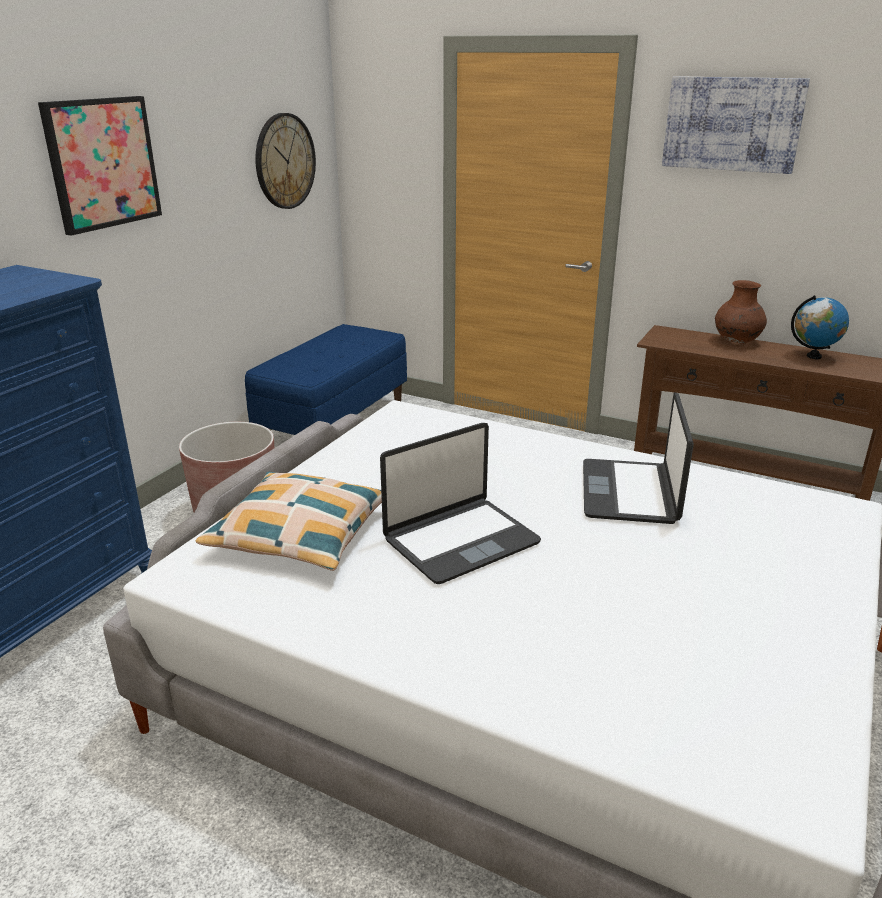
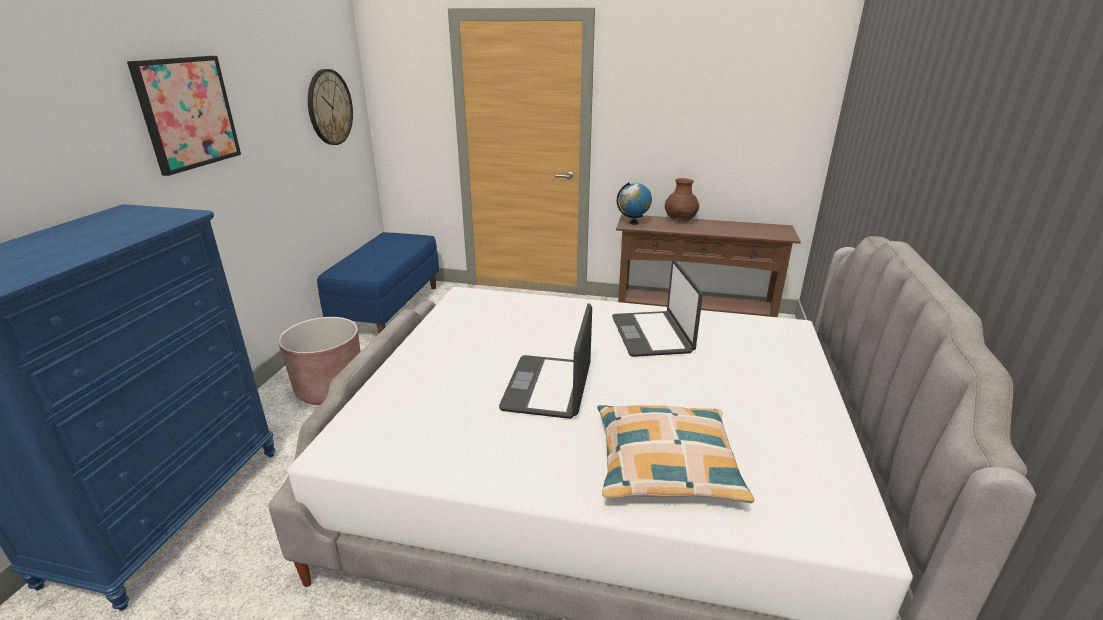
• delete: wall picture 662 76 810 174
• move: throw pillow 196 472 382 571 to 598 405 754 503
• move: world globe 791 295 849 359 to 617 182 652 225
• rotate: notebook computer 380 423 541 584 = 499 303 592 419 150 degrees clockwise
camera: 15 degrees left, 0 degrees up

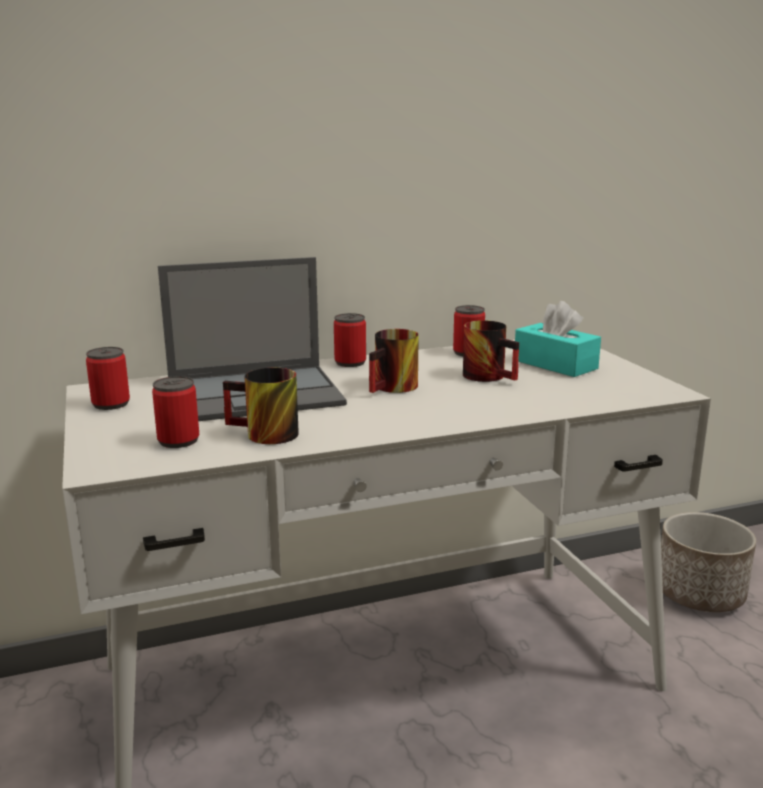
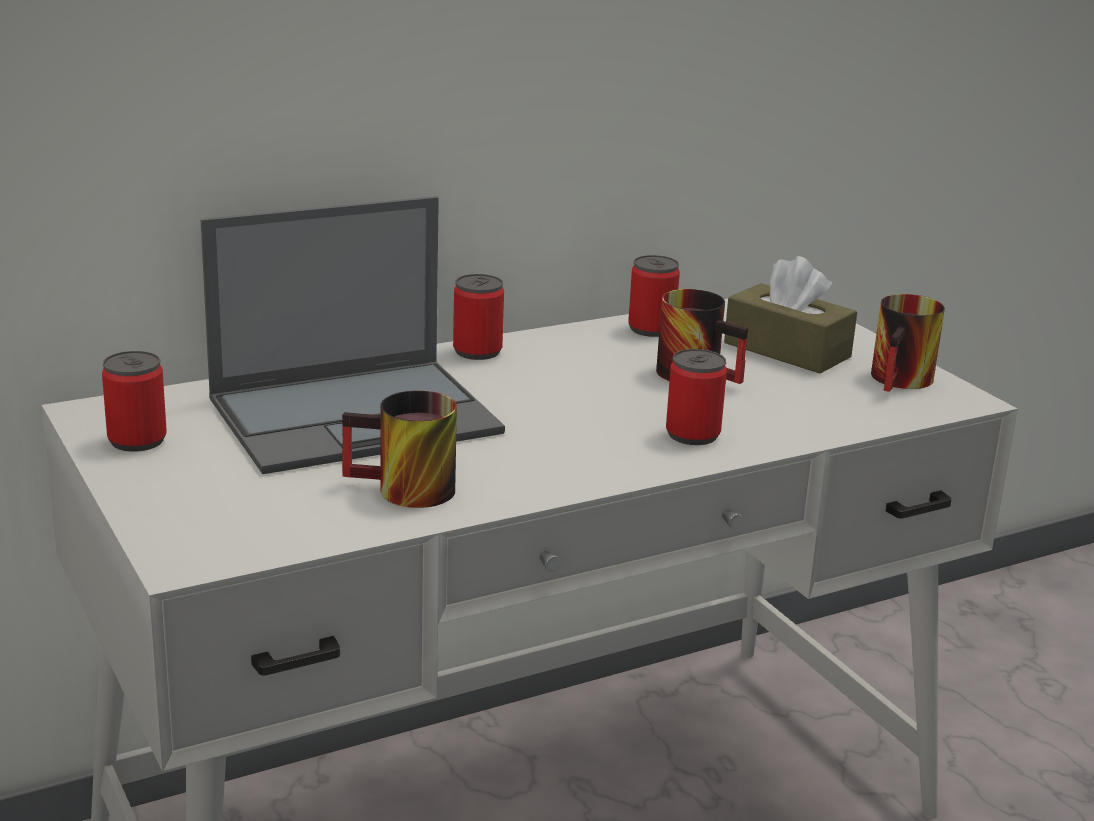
• delete: planter 661 512 756 612
• move: metal can 152 376 199 448 to 666 349 727 445
• move: coffee mug 369 329 419 393 to 871 294 945 392
• recolor: turquoise tissue holder 515 301 601 377 to brown tissue holder 724 256 857 373
camera: 10 degrees left, 5 degrees up

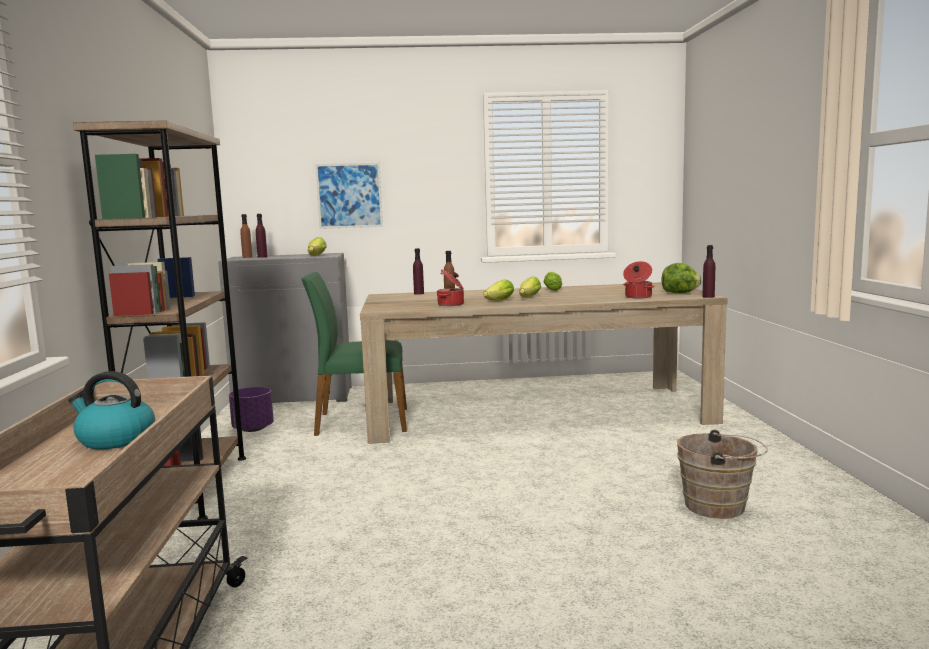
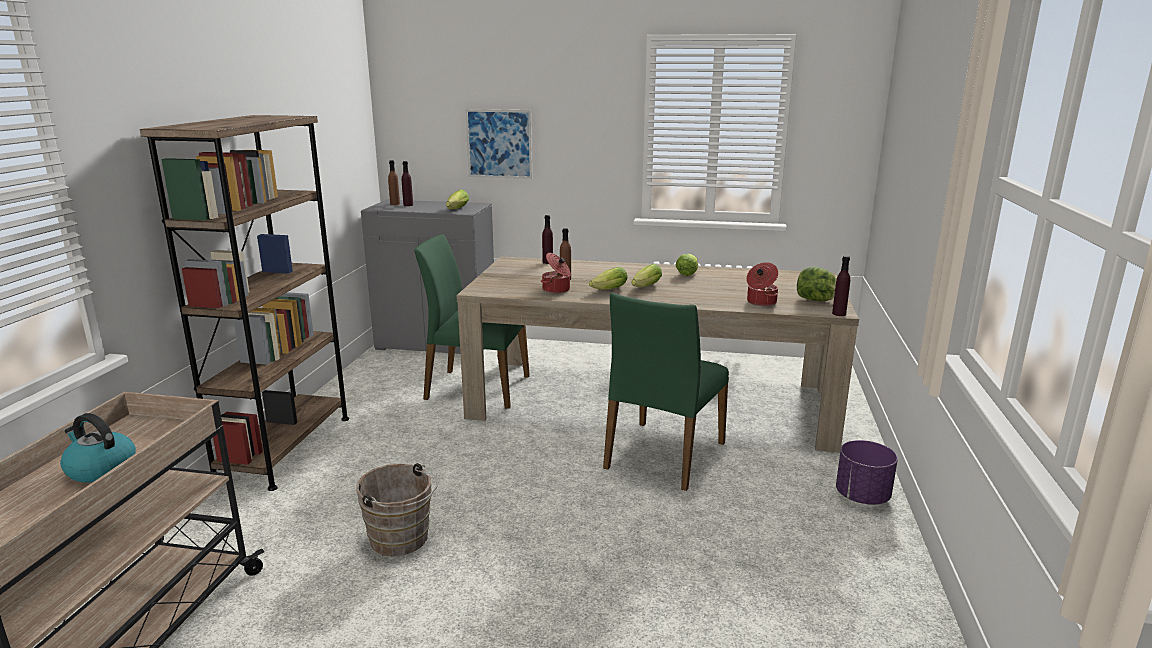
• insert: green upright chair 603 292 729 491
• move: purple planter 229 387 274 432 to 836 440 898 505
• move: brown water bucket 677 430 768 519 to 356 463 438 556
camera: 15 degrees right, 10 degrees up

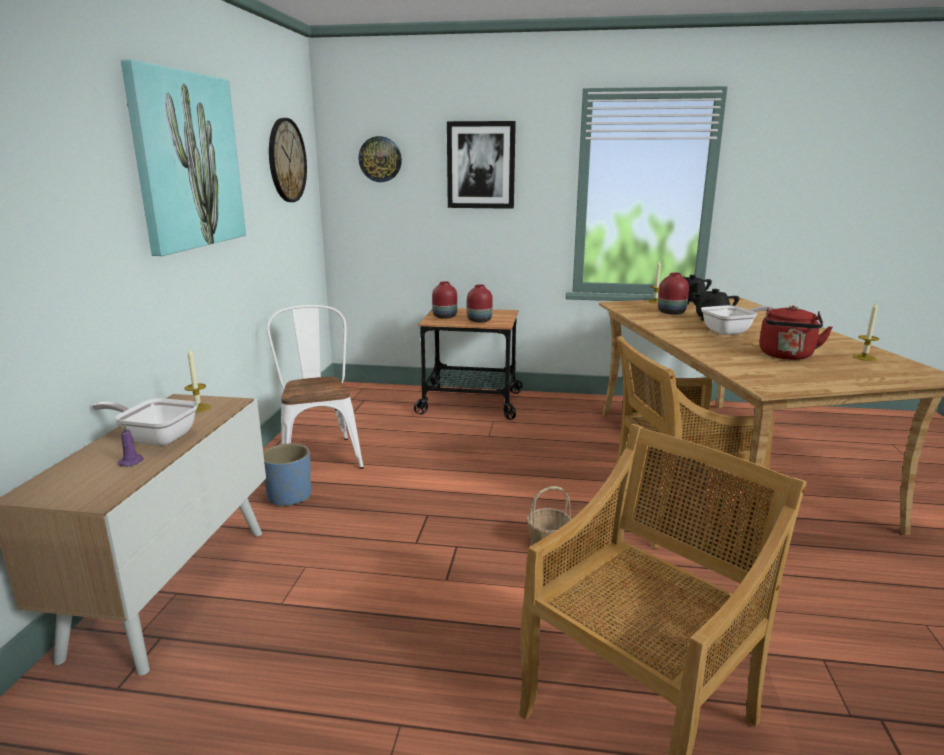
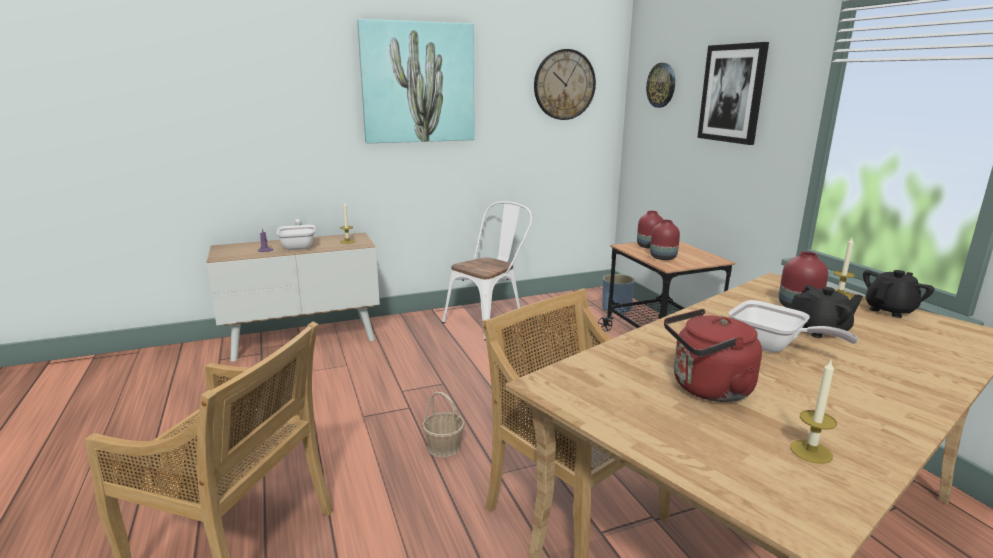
• move: blue-coloured planter 263 443 311 507 to 602 274 635 314
camera: 60 degrees right, 0 degrees up

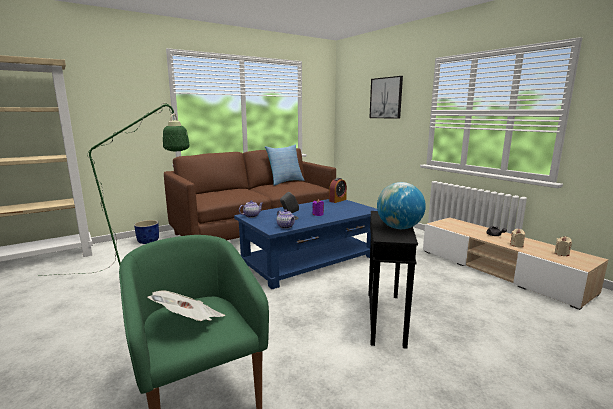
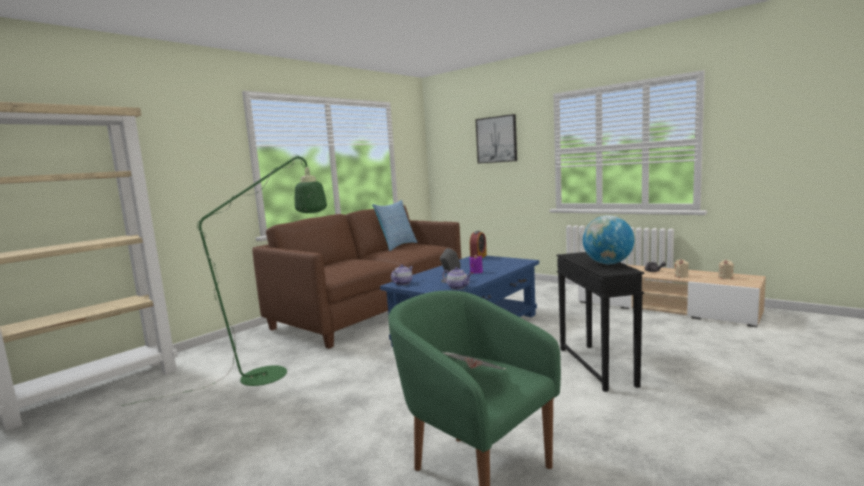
• delete: blue-coloured planter 134 220 159 244
camera: 15 degrees left, 5 degrees down

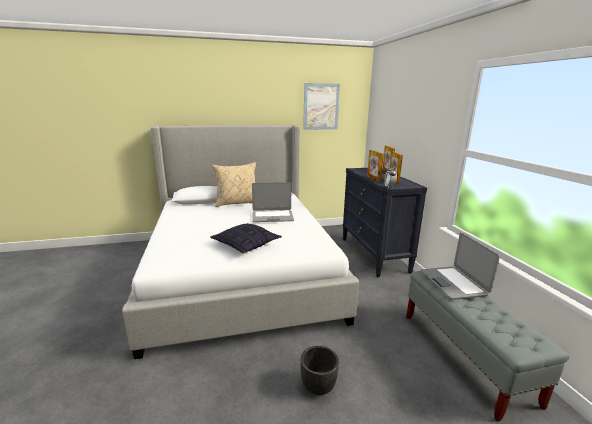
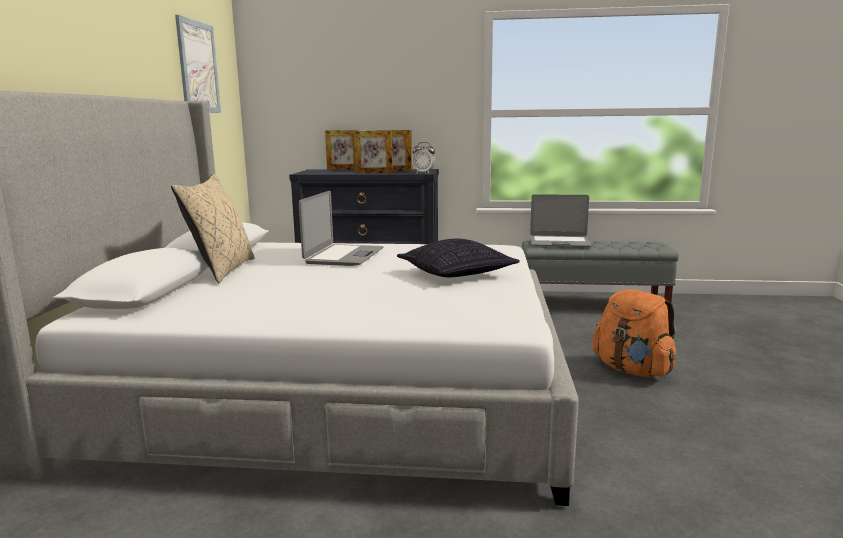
• replace: black-coloured planter 300 346 339 395 to orangey knapsack 592 289 676 377
camera: 70 degrees left, 5 degrees down

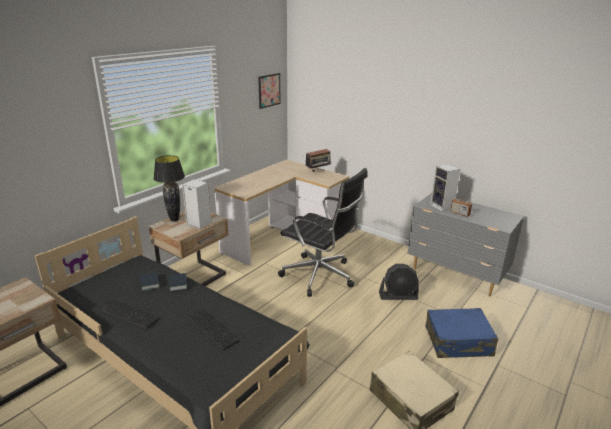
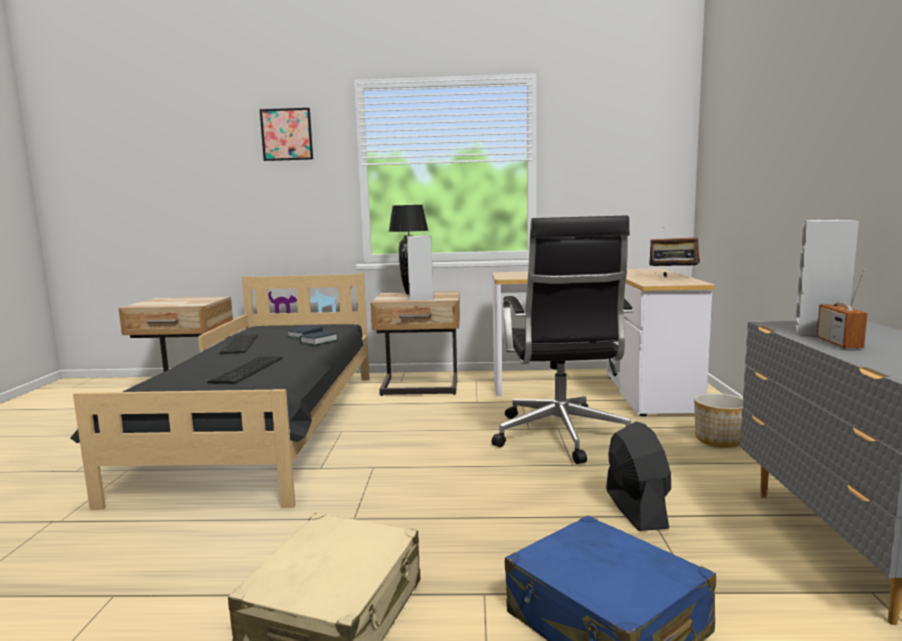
• insert: planter 694 393 743 448
• move: wall picture 258 73 281 109 to 260 108 313 161
• rotate: black-coloured cooling fan 379 264 419 300 = 606 421 671 531 150 degrees counterclockwise
camera: 55 degrees right, 15 degrees down

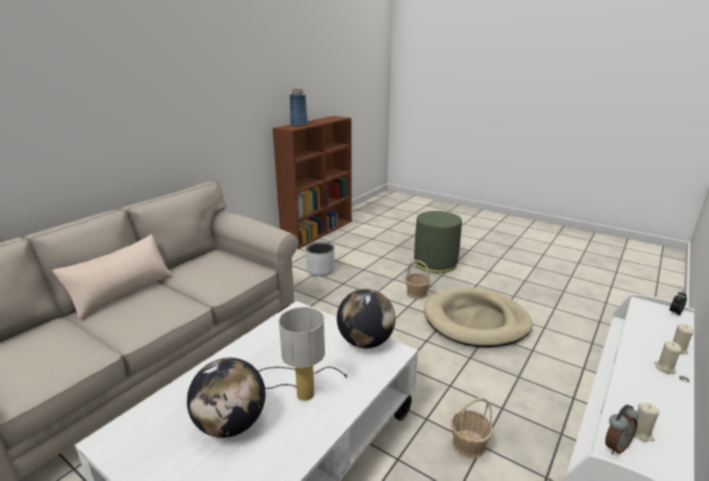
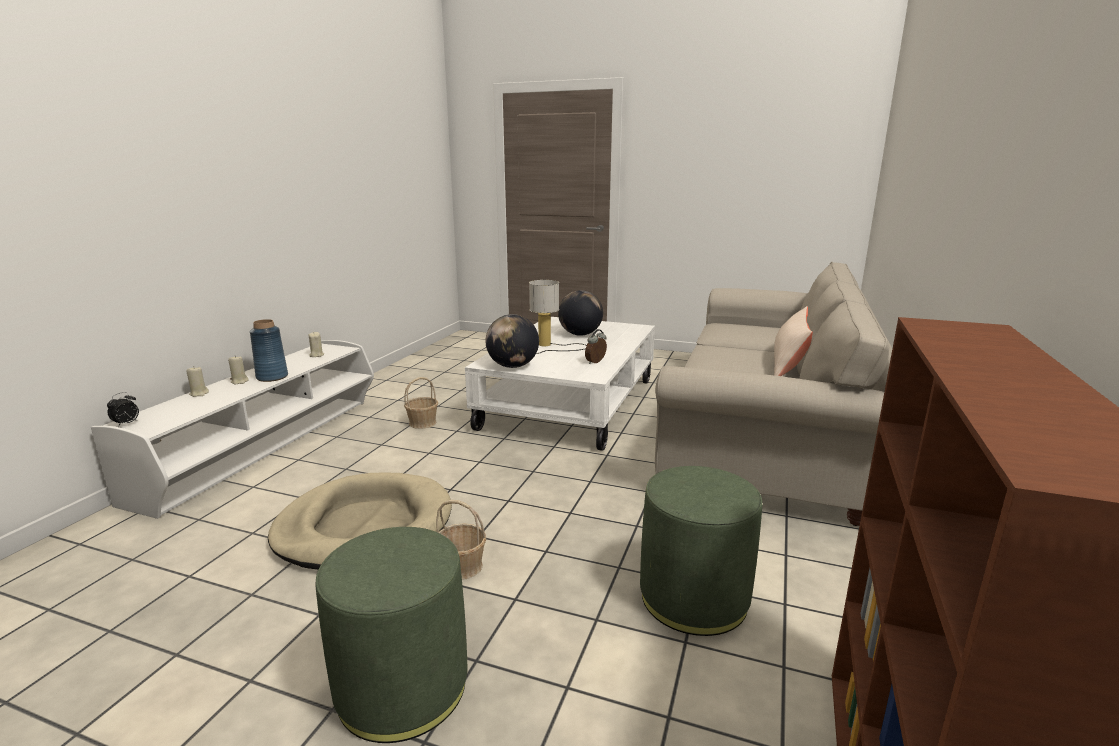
• move: blue-coloured flower vase 290 89 308 126 to 250 319 288 382
• move: bedside clock 605 405 639 454 to 585 329 607 364
• replace: grey planter 306 242 335 276 to green footrest 640 466 762 636
camera: 165 degrees right, 5 degrees down

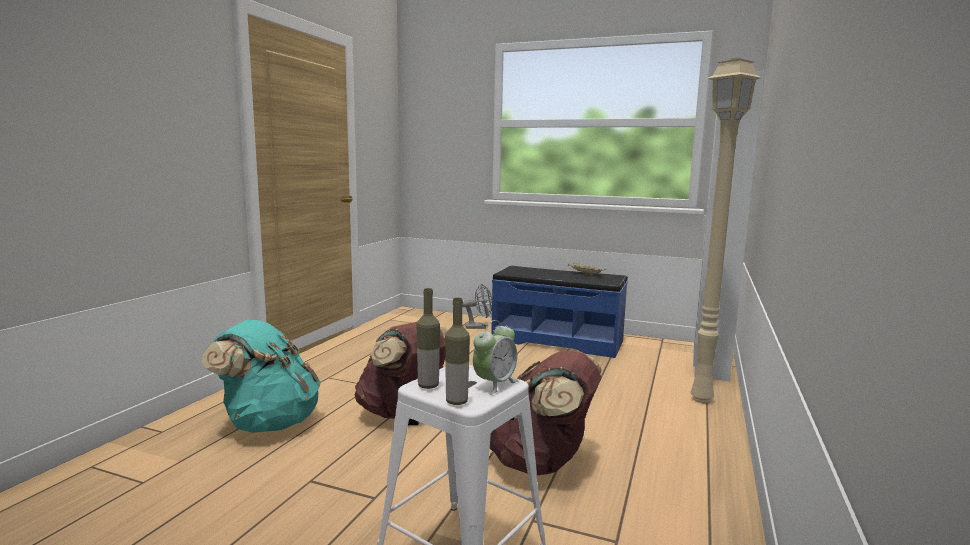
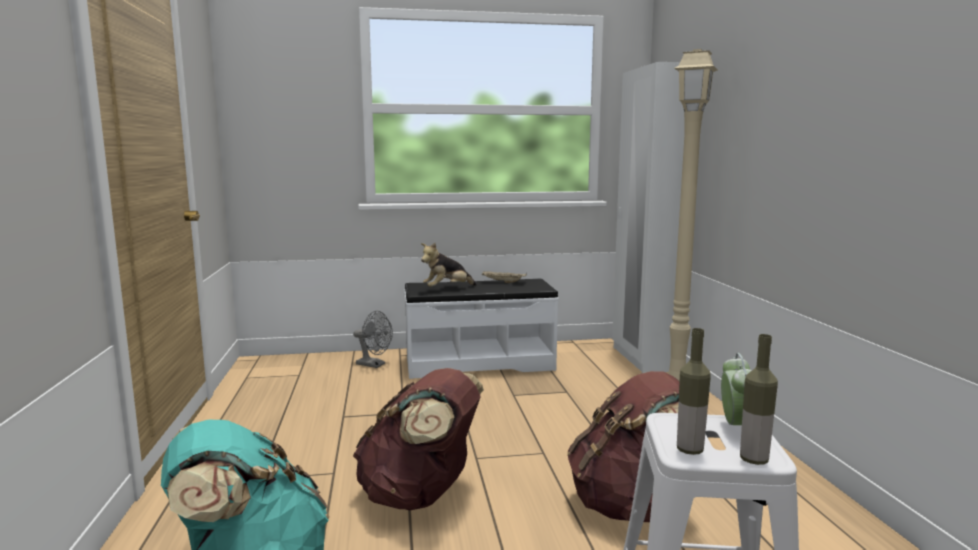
• insert: cuddly toy 421 243 477 287
• recolor: blue-coloured long seat 491 266 628 358 to white long seat 404 279 559 379
• rotate: grey cooling fan 462 284 492 329 = 353 311 393 368 60 degrees clockwise
camera: 30 degrees left, 0 degrees up

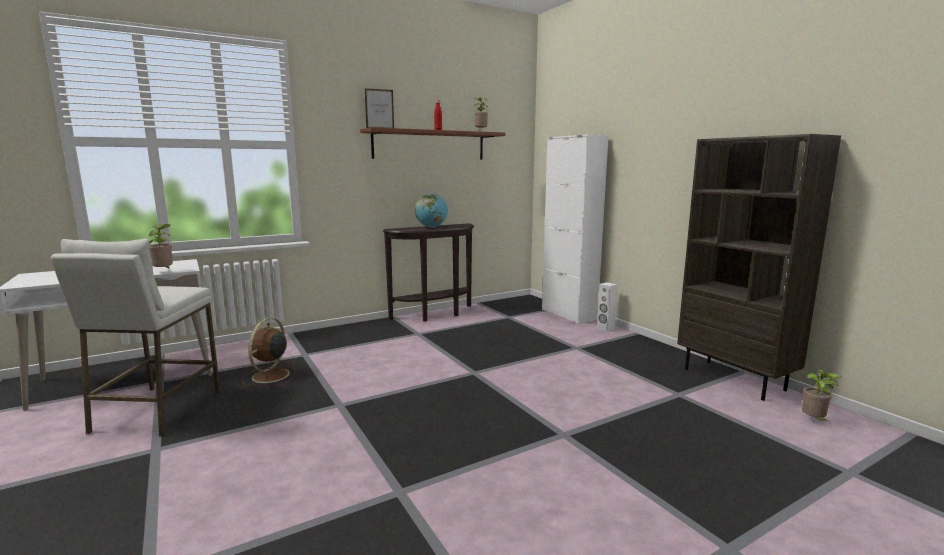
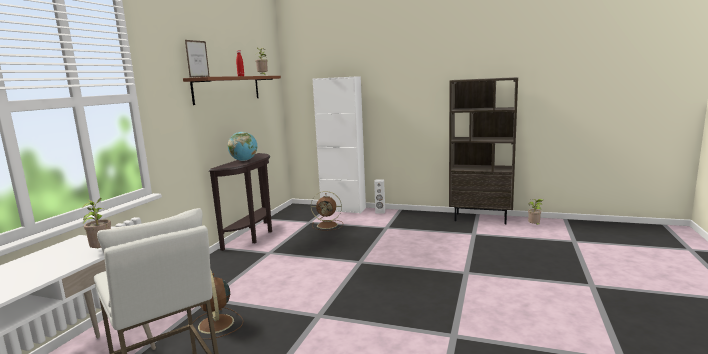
• insert: brown cooling fan 311 191 343 230
camera: 40 degrees left, 0 degrees up

